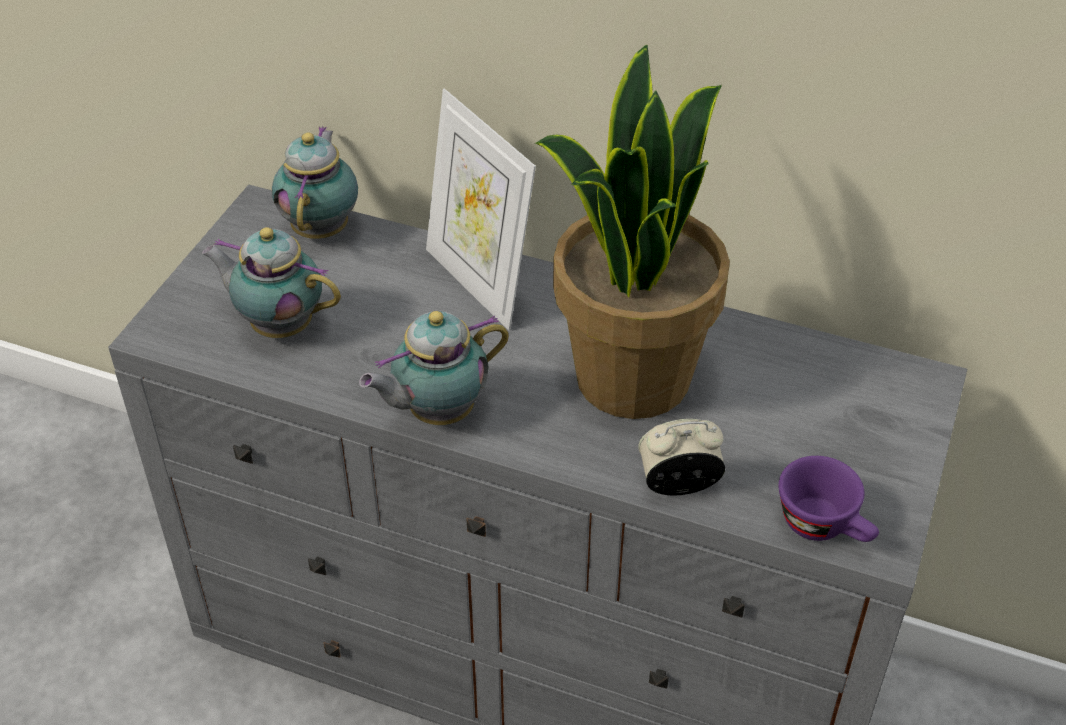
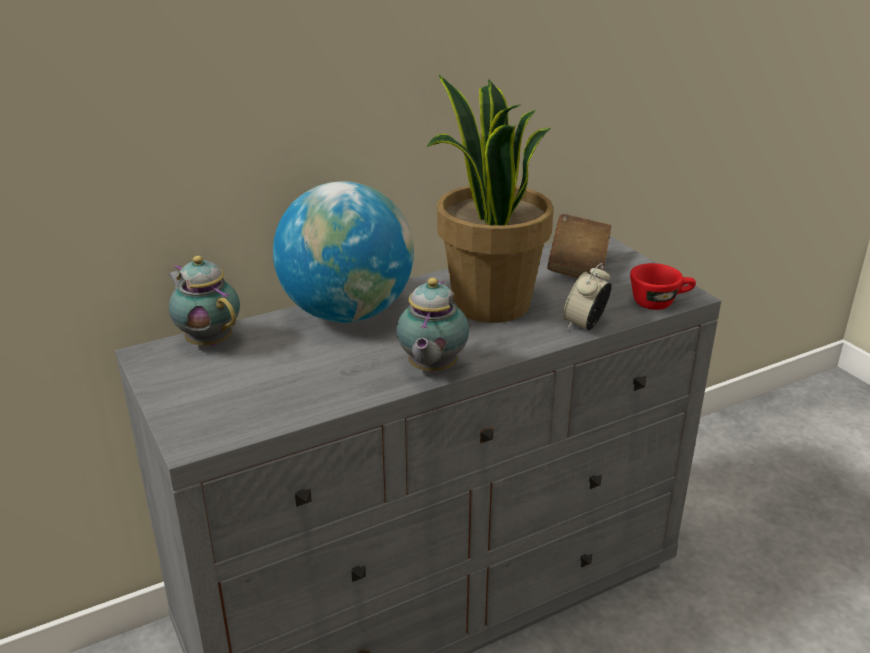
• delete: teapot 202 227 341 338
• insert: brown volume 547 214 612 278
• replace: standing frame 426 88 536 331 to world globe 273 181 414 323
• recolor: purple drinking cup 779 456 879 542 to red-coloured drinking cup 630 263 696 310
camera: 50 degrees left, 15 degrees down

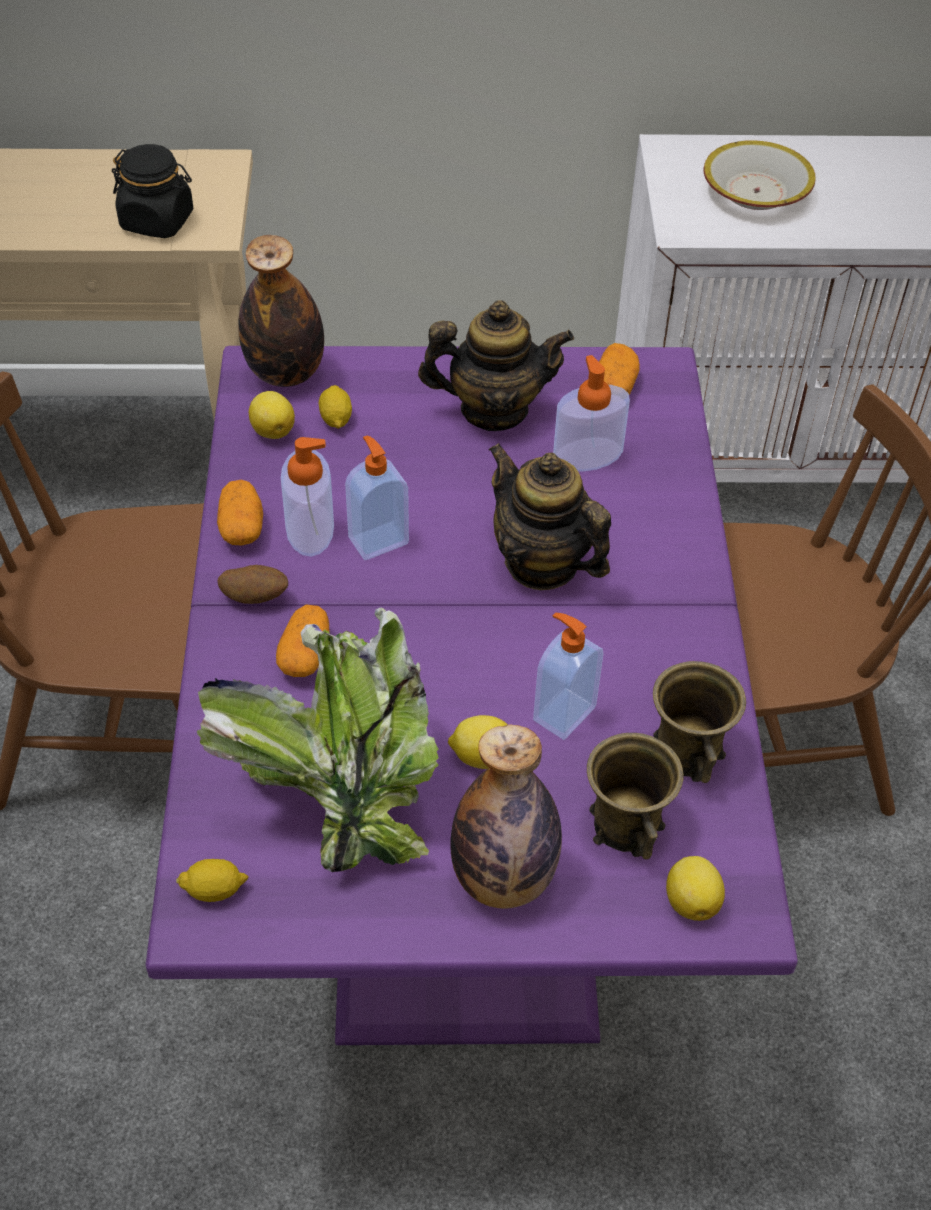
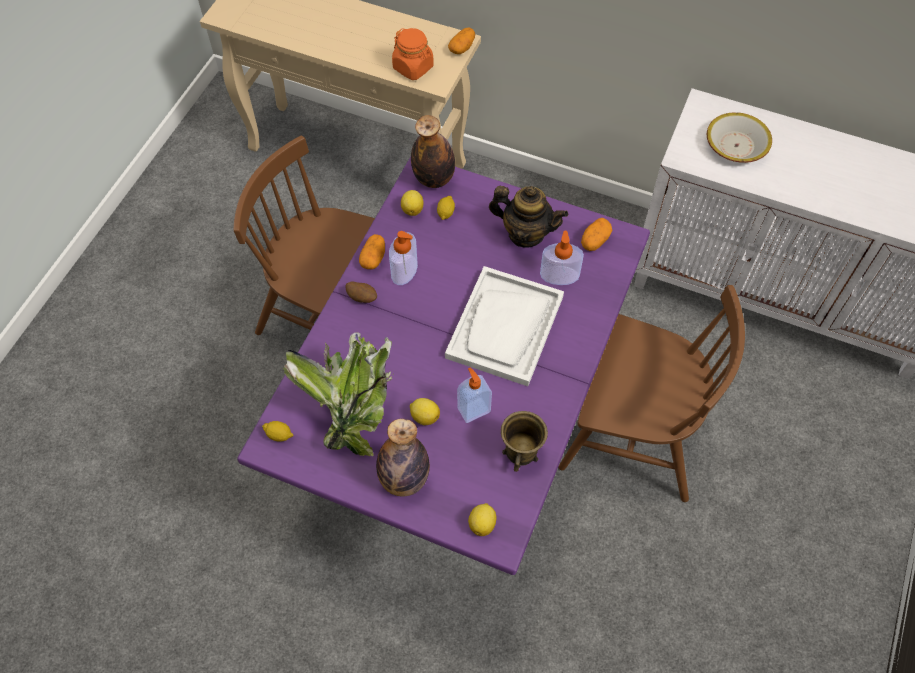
• delete: soap dispenser 345 435 409 560
• delete: brown coffee mug 587 733 684 859
• move: whole potato 276 604 330 677 to 448 27 475 54
• replace: teapot 488 443 611 590 to white carrying tray 445 266 564 386
• recolor: black-coloured preserve jar 112 144 193 238 to orangey preserve jar 392 28 434 80
camera: 25 degrees right, 10 degrees up

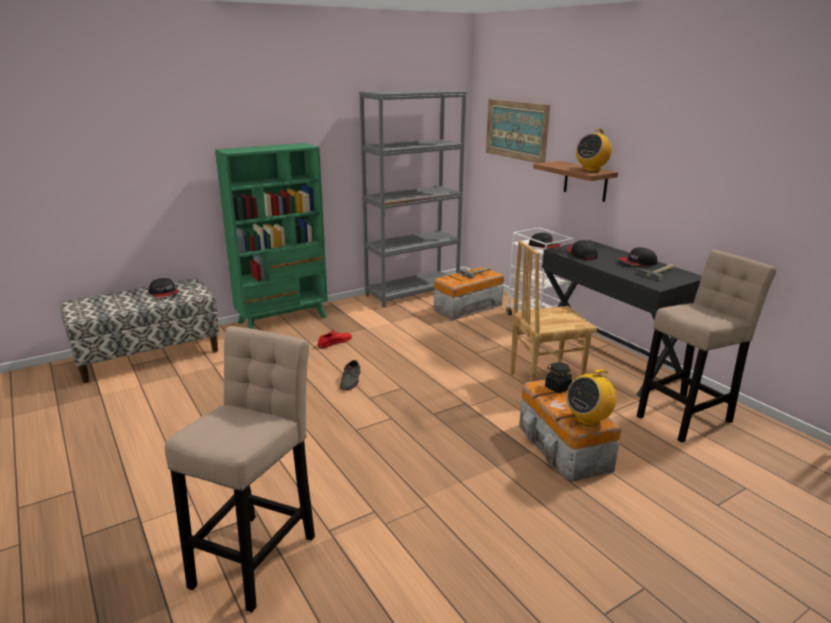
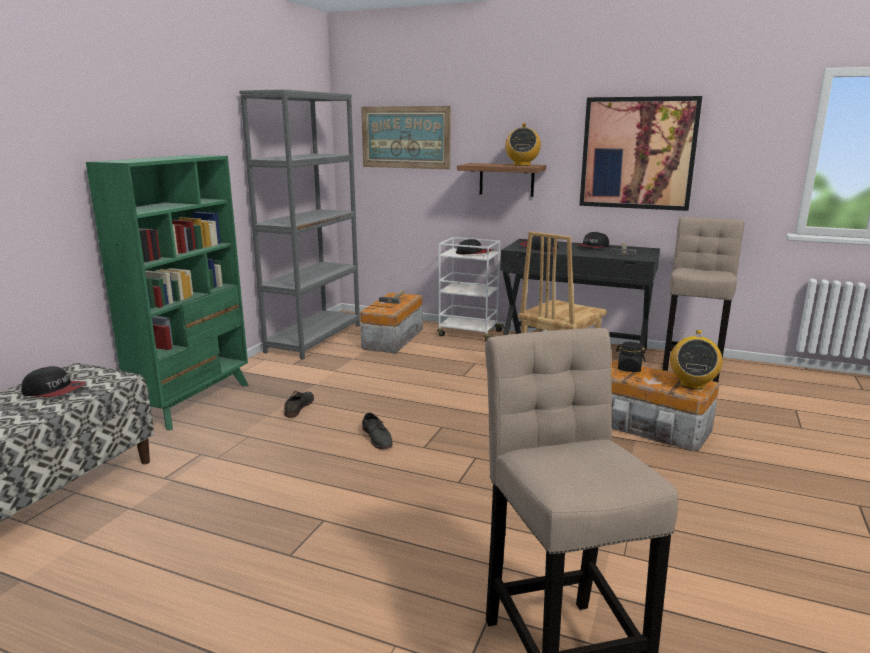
• insert: wall picture 580 96 702 211
• recolor: red-coloured low shoe 318 330 352 349 to grey low shoe 284 391 314 418
camera: 35 degrees left, 5 degrees down

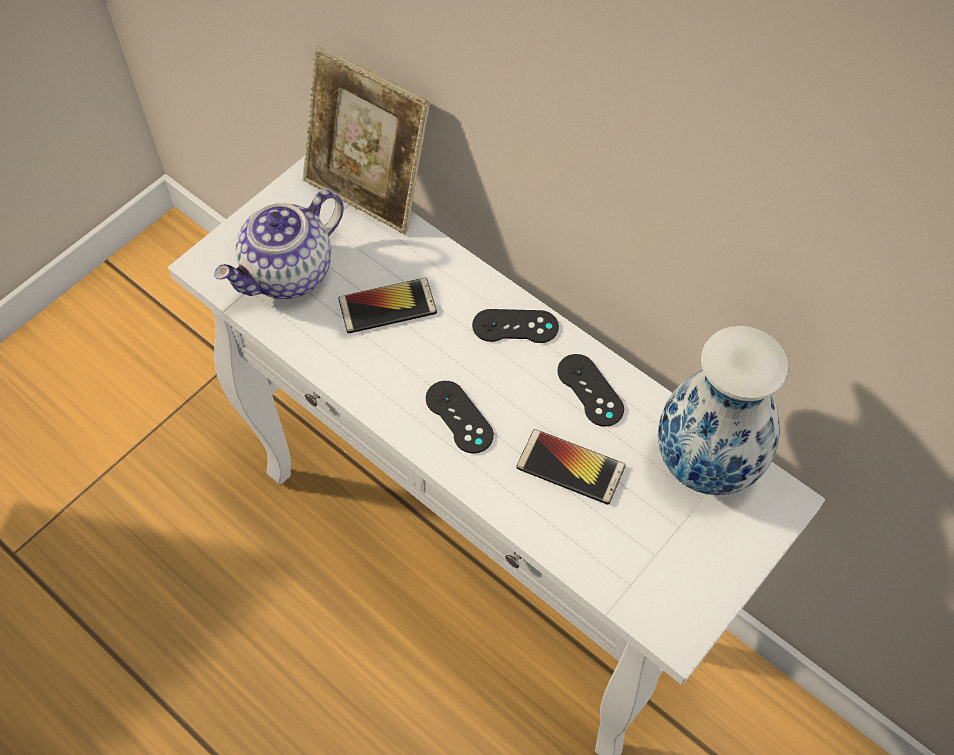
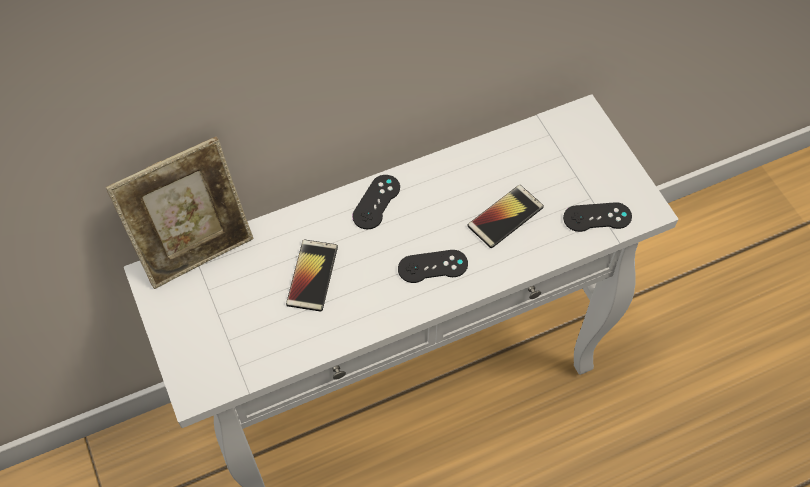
• delete: teapot 214 190 344 299
• delete: flower vase 658 326 789 495
• move: black-coloured game controller 557 354 624 427 to 563 202 632 232
camera: 65 degrees left, 0 degrees up

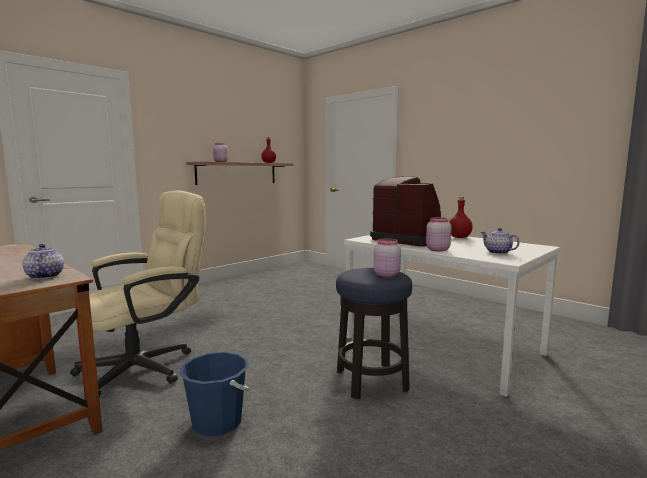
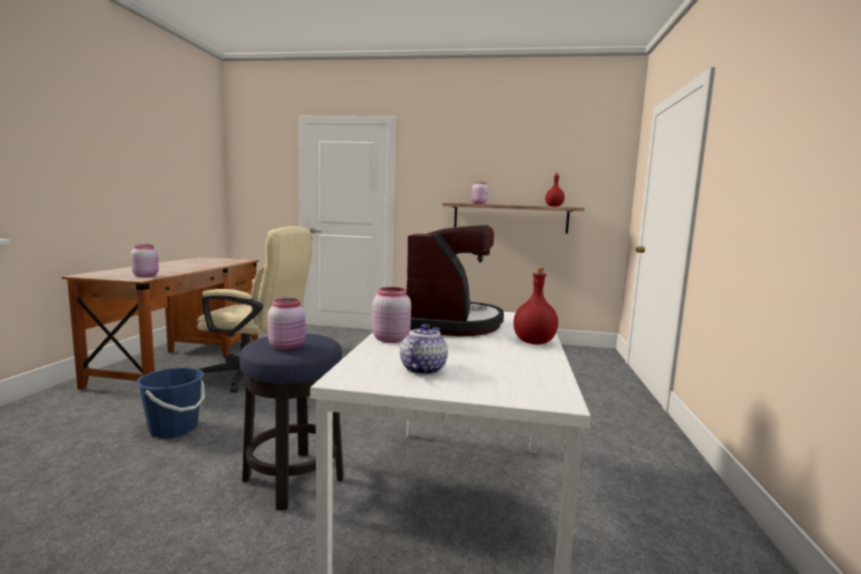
• replace: teapot 23 244 64 279 to pinkish preserve jar 131 245 159 277
camera: 55 degrees right, 0 degrees up

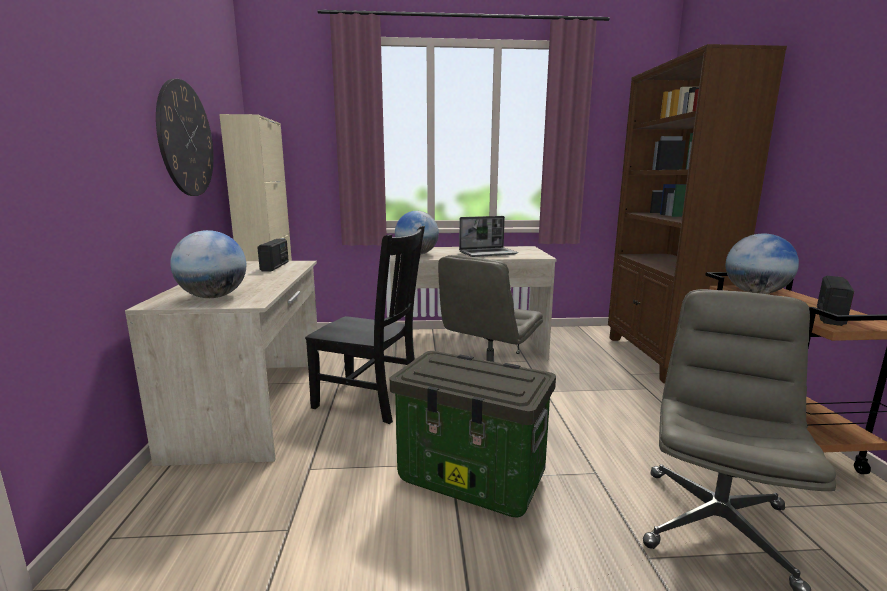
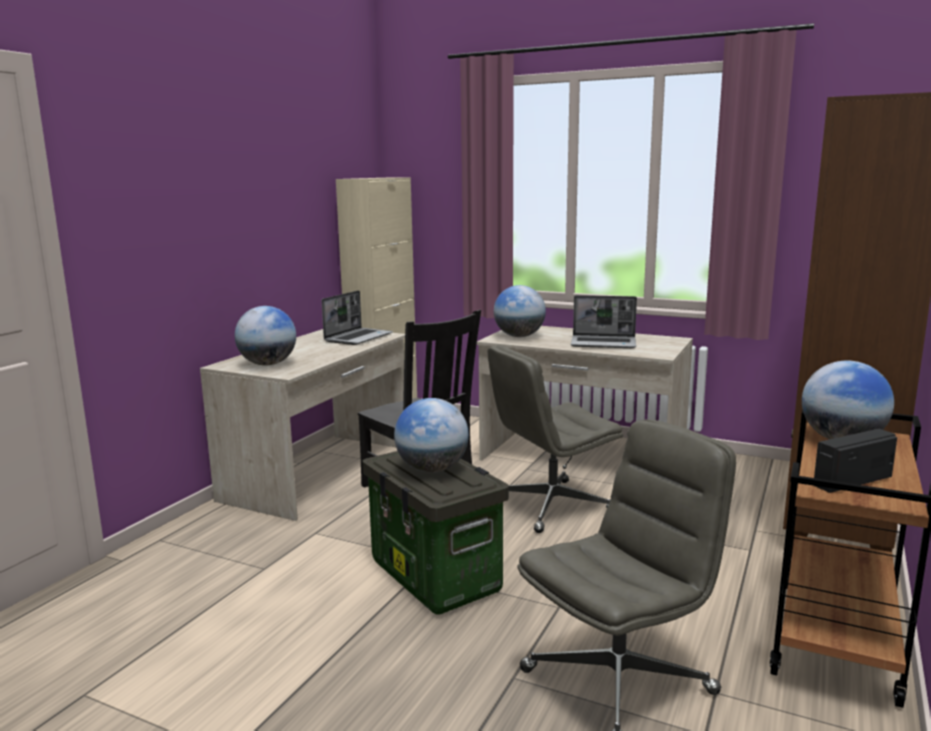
• delete: hanging clock 156 79 214 196
• insert: world globe 394 398 469 473
• replace: radio receiver 257 239 289 271 to notebook computer 322 290 393 345
camera: 30 degrees right, 0 degrees up

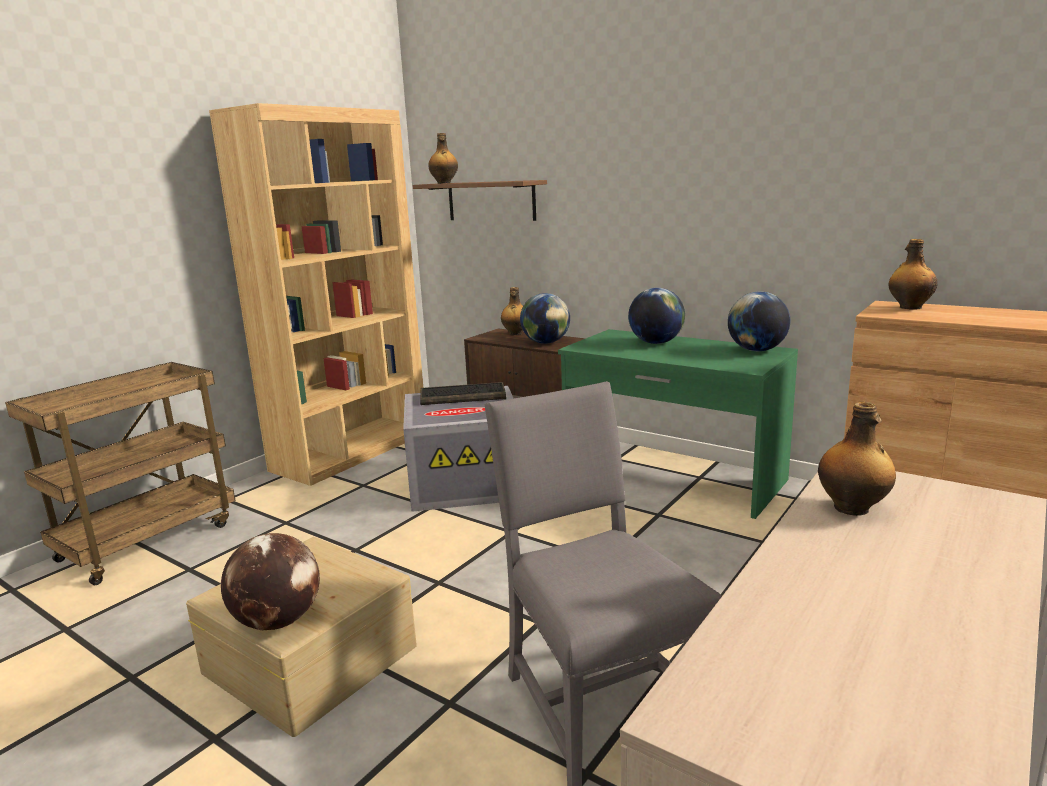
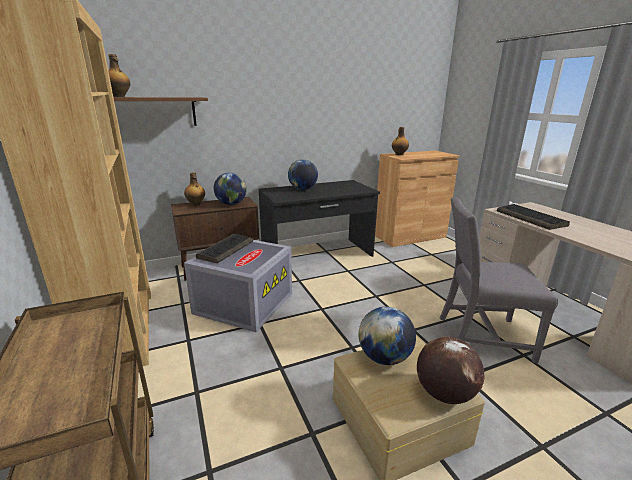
• move: world globe 728 291 790 351 to 359 307 416 365
• replace: drink bottle 818 402 896 516 to computer keyboard 497 204 570 230
• recolor: green desk 558 329 798 519 to black-coloured desk 259 180 380 257
camera: 60 degrees left, 5 degrees up

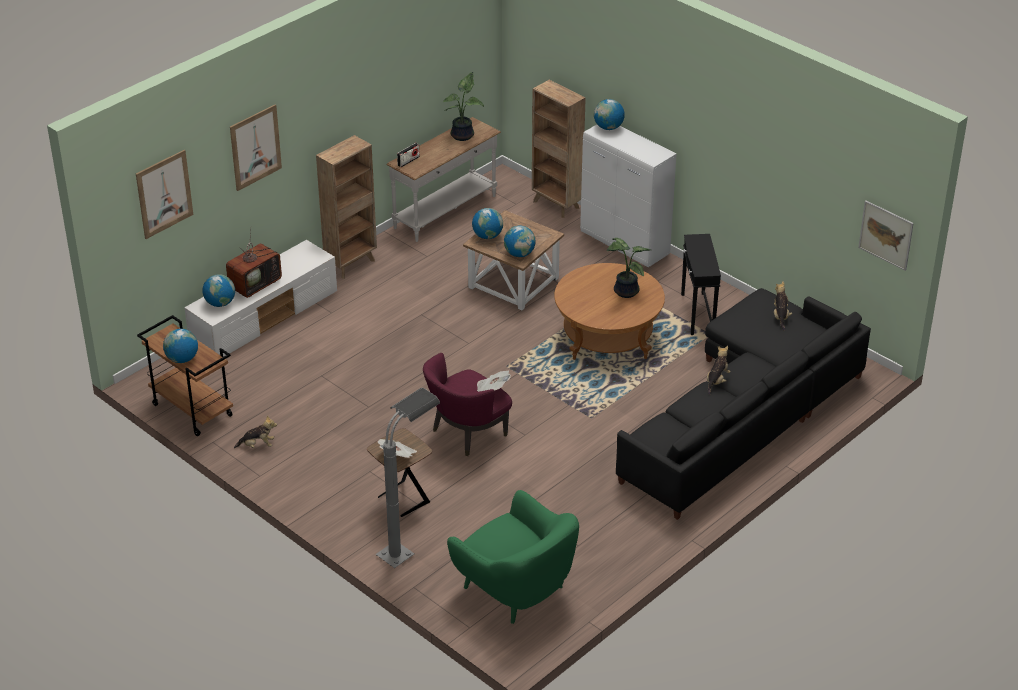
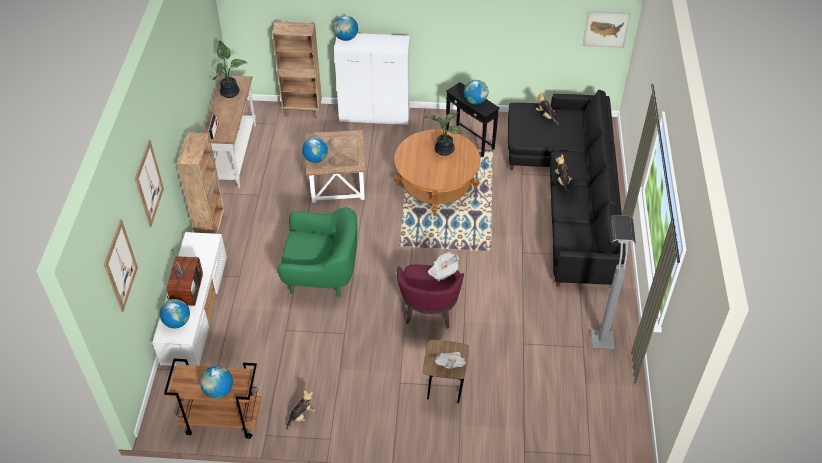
• move: grey standard lamp 376 388 440 568 to 592 215 636 349
• move: green easy chair 447 490 579 624 to 277 207 357 297
• move: world globe 504 226 536 257 to 464 80 488 105
camera: 40 degrees left, 10 degrees up

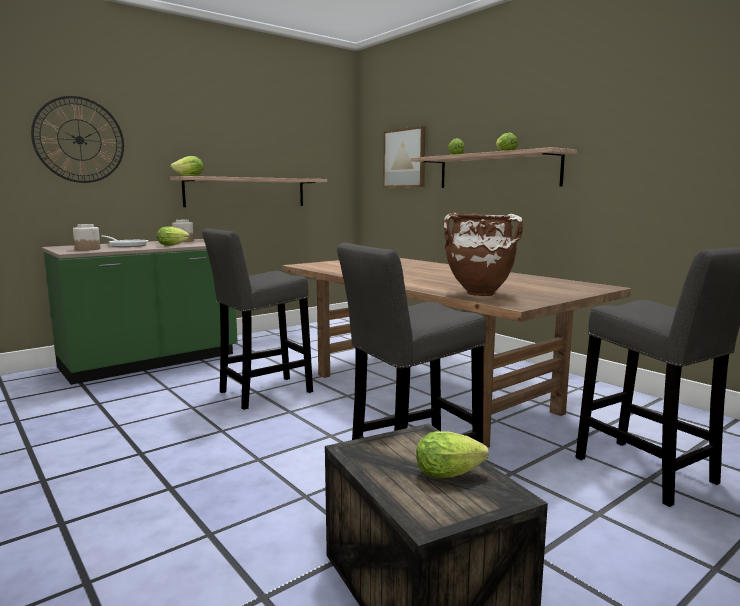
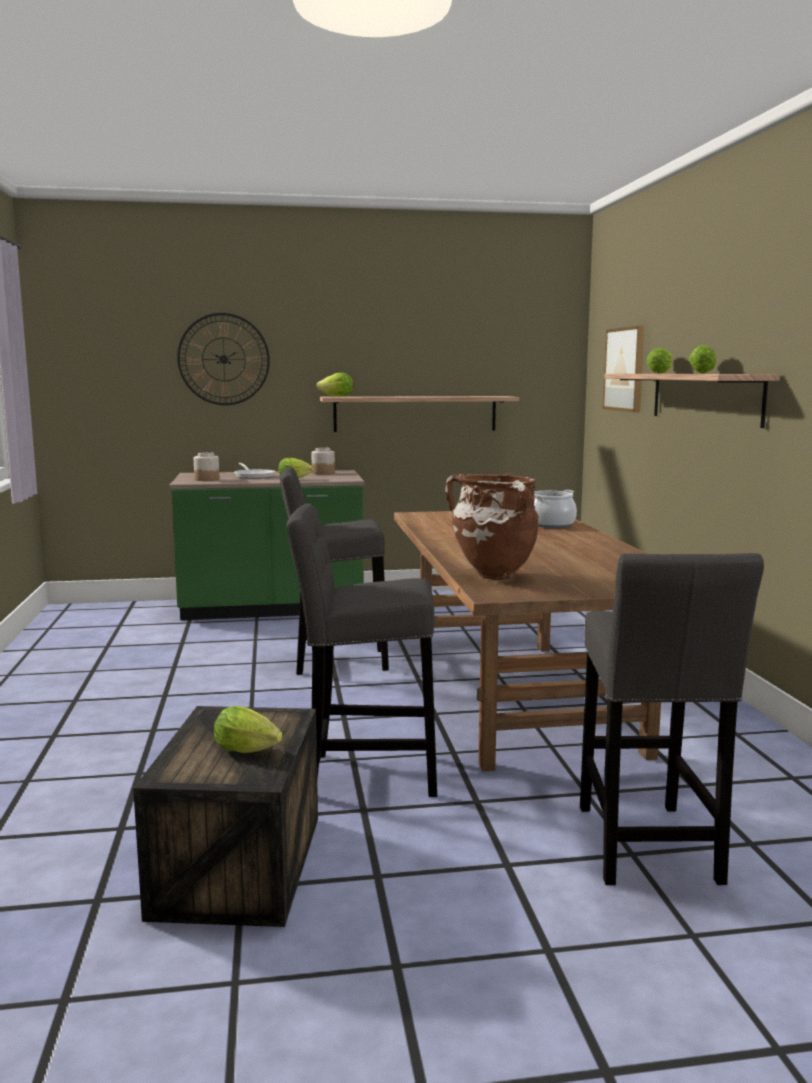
• insert: cooking pot 534 490 577 528
camera: 30 degrees right, 0 degrees up

